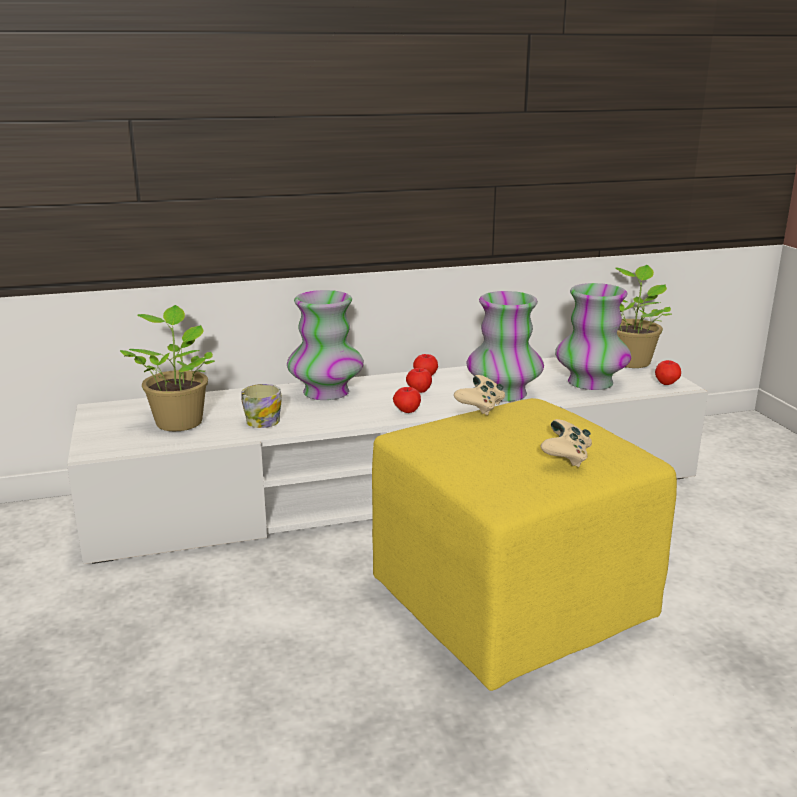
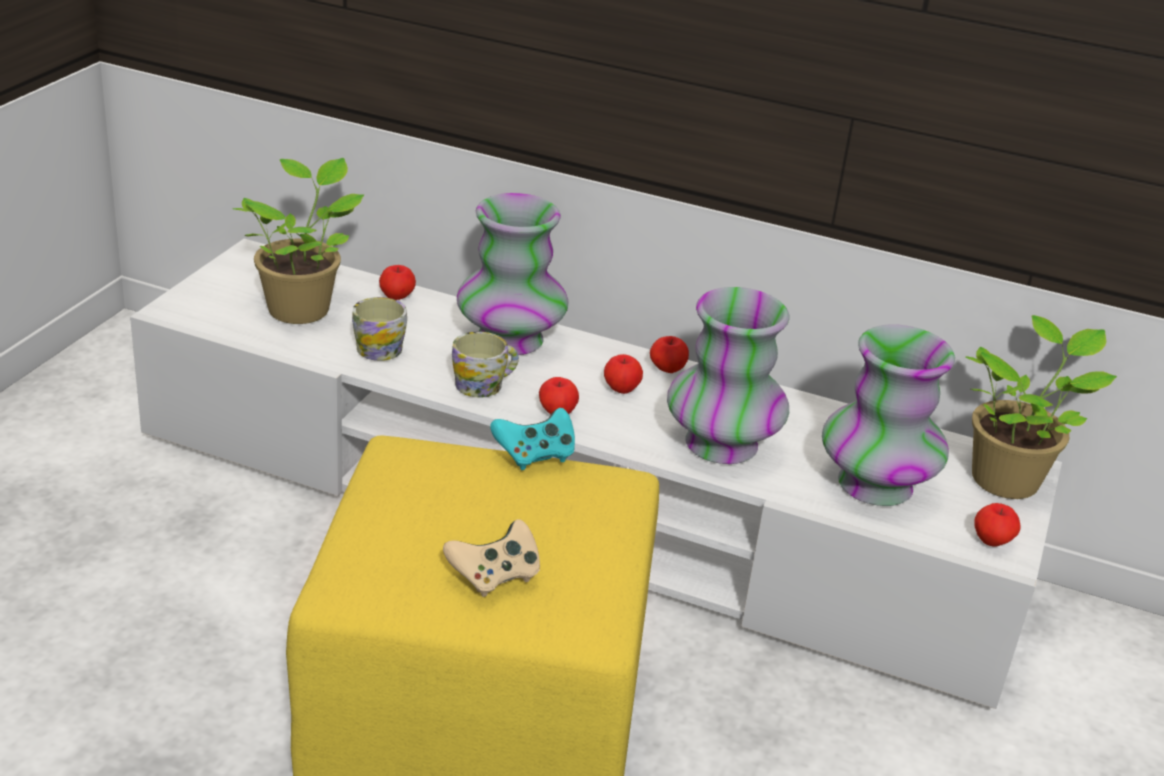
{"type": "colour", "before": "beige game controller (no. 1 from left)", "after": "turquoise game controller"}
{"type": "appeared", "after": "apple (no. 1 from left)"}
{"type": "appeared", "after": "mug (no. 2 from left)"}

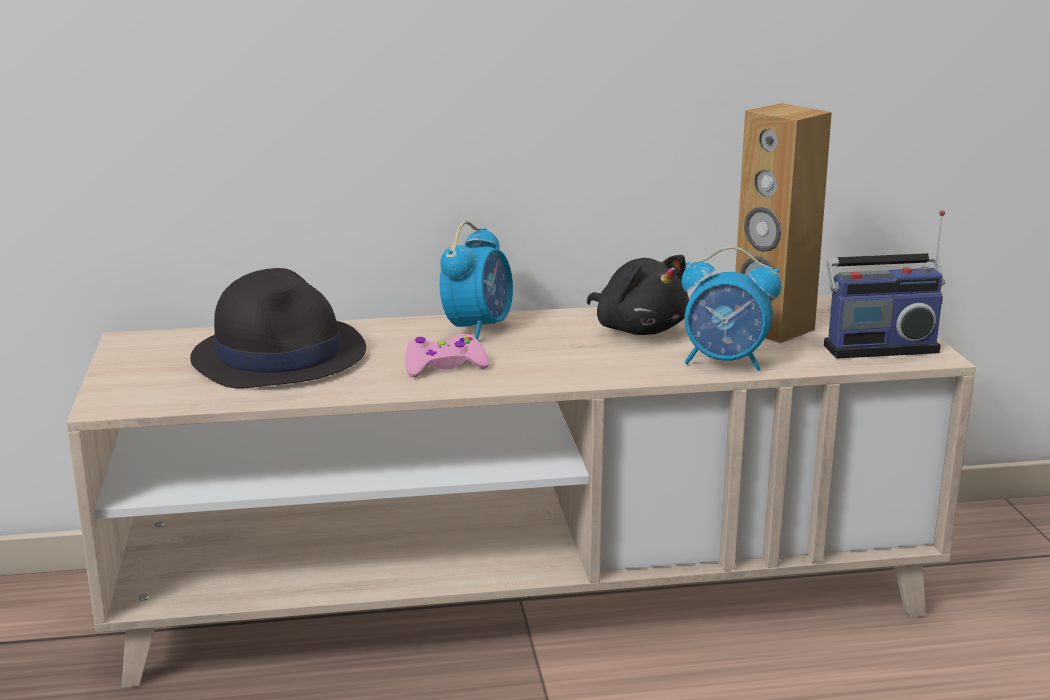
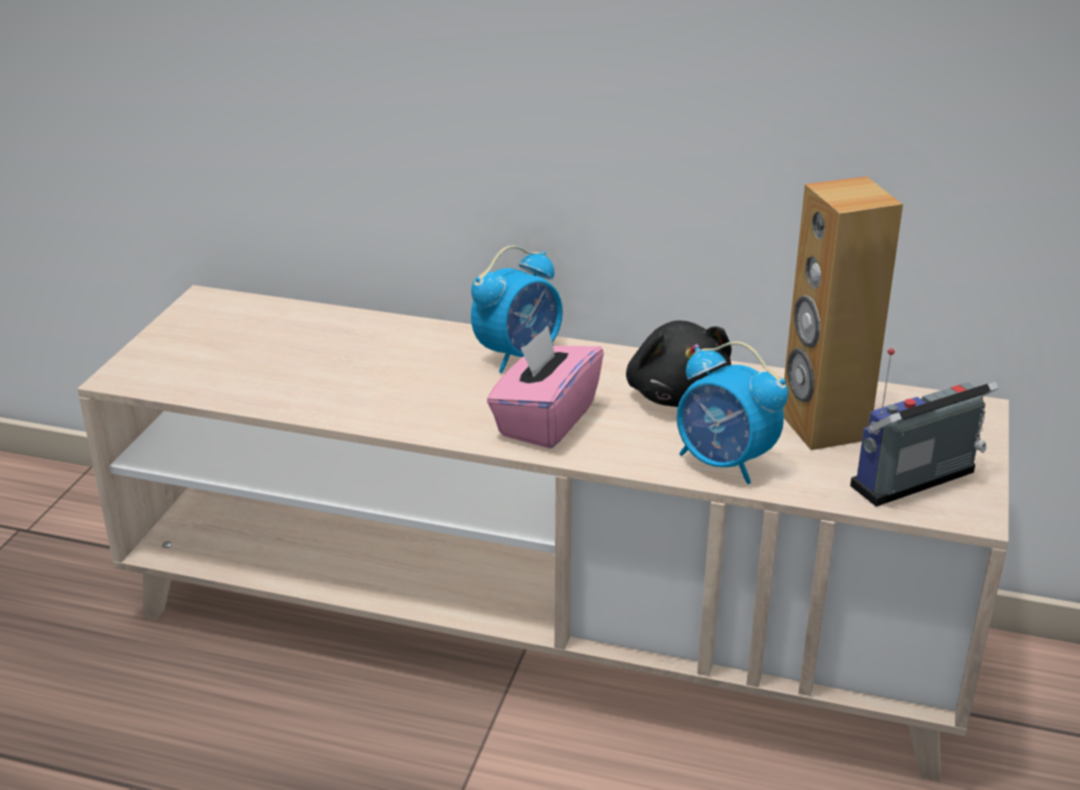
{"type": "missing", "before": "black hat"}
{"type": "missing", "before": "pink game controller"}
{"type": "spun", "before": "radio", "turn": 135}
{"type": "appeared", "after": "pink tissue box"}

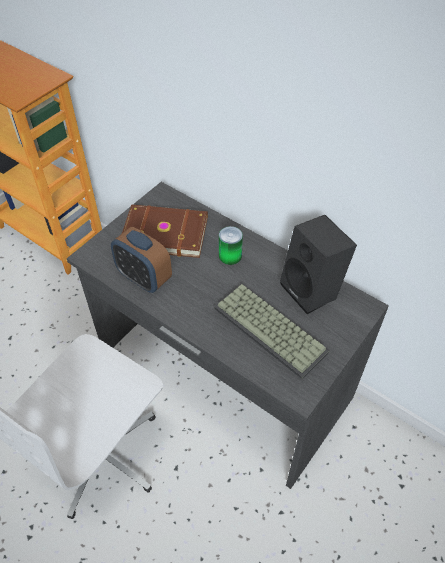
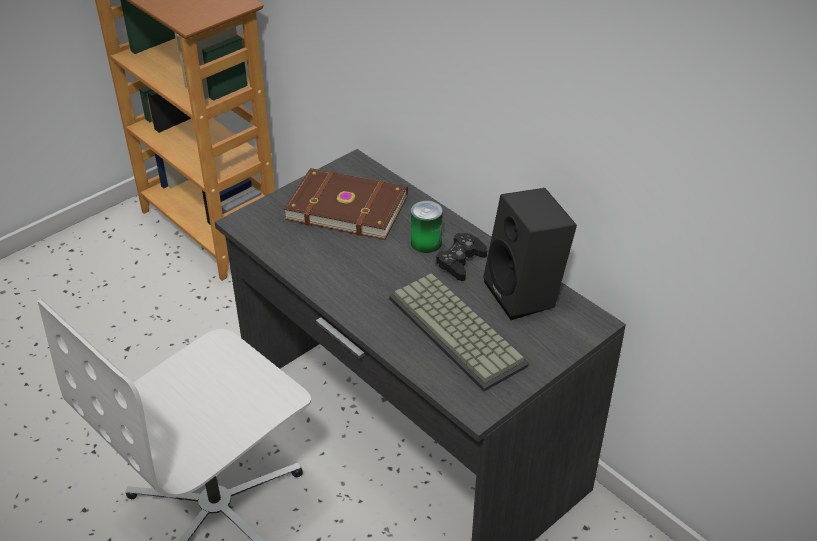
{"type": "missing", "before": "alarm clock"}
{"type": "appeared", "after": "black game controller"}

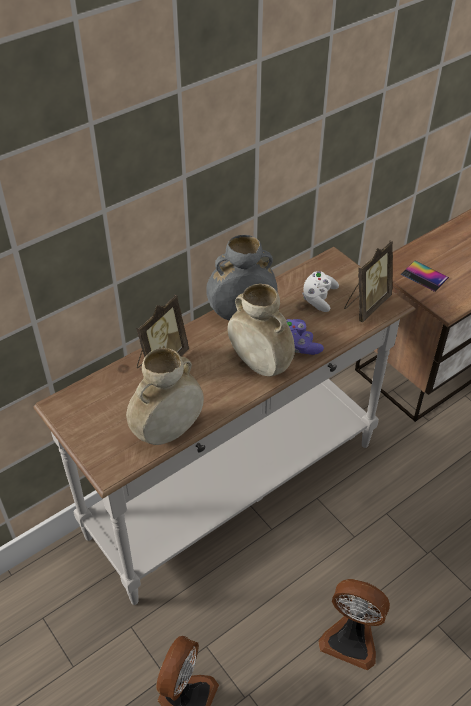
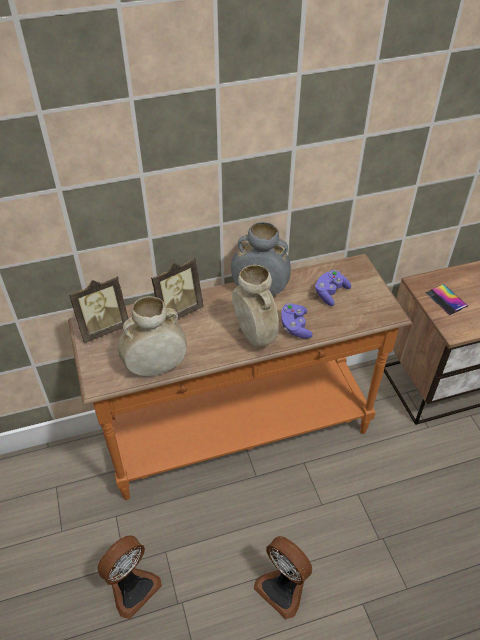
{"type": "colour", "before": "white console table", "after": "orange console table"}
{"type": "colour", "before": "white game controller", "after": "purple game controller (no. 2 from left)"}
{"type": "relocated", "before": "picture frame (no. 2 from left in the first image)", "after": "picture frame (no. 1 from left)"}

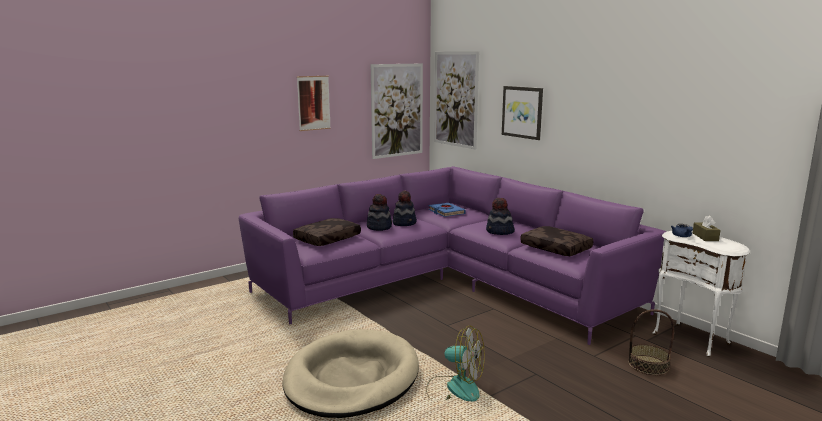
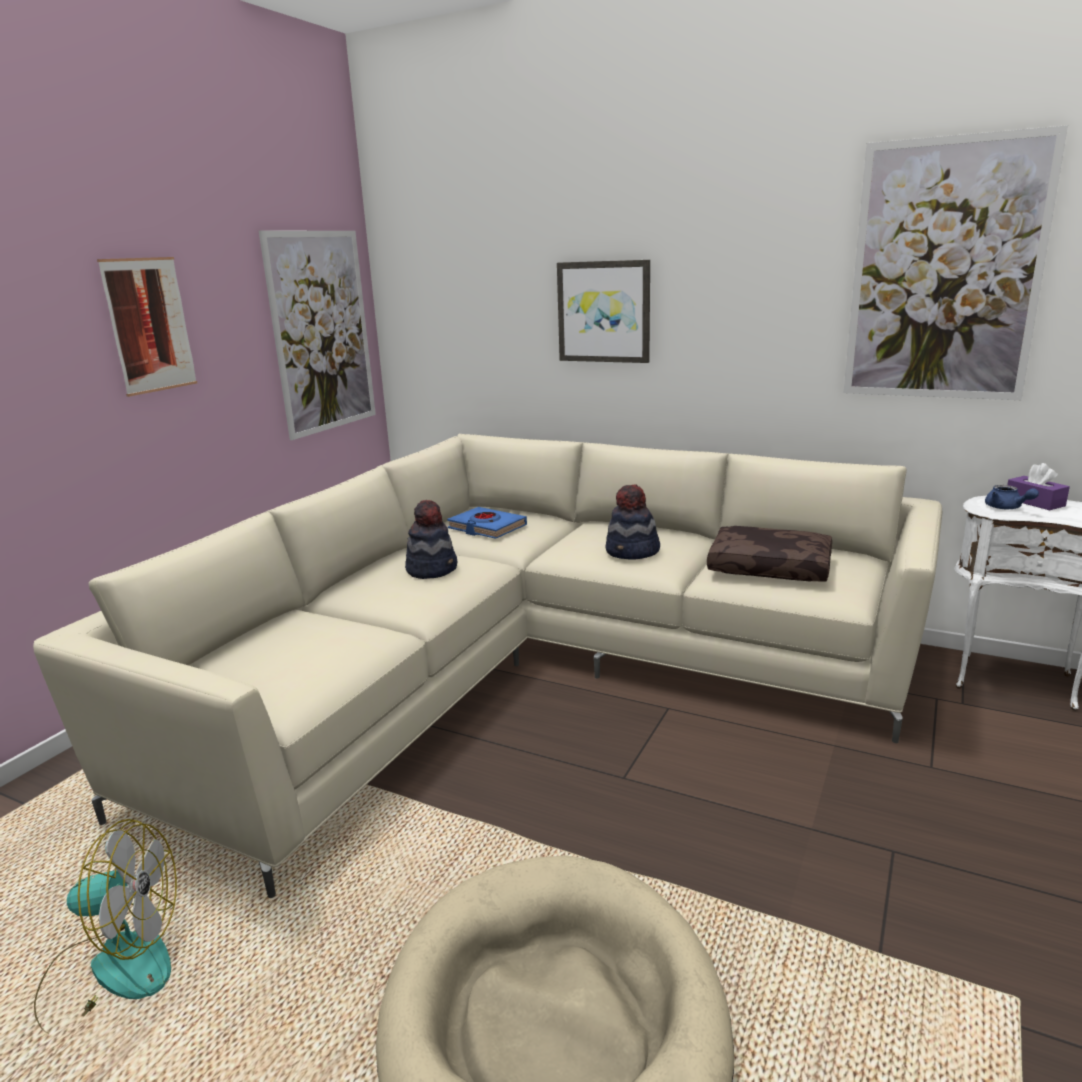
{"type": "colour", "before": "purple sofa", "after": "beige sofa"}
{"type": "missing", "before": "brown pillow (no. 1 from left)"}
{"type": "missing", "before": "hat (no. 1 from left)"}
{"type": "relocated", "before": "fan"}
{"type": "relocated", "before": "picture (no. 3 from left in the first image)", "after": "picture (no. 4 from left)"}
{"type": "missing", "before": "basket"}
{"type": "colour", "before": "brown tissue box", "after": "purple tissue box"}

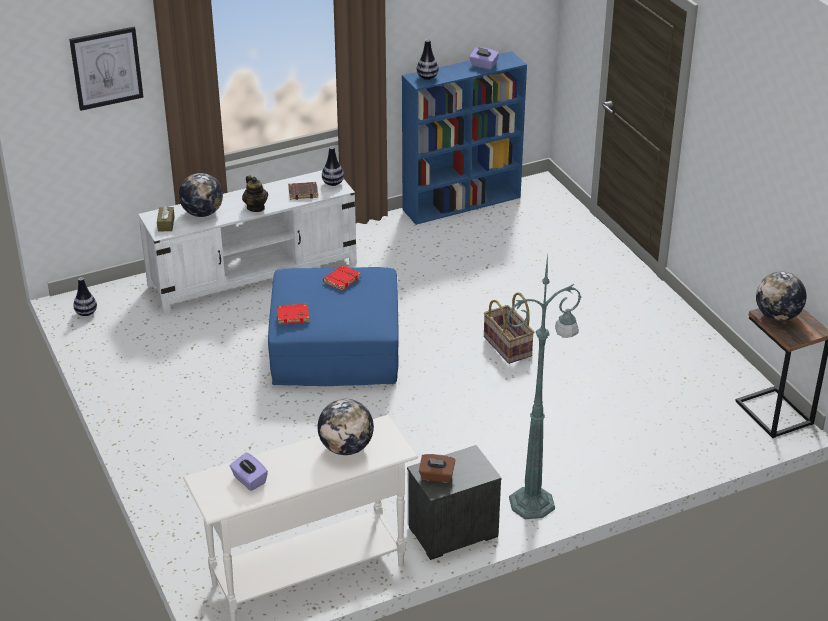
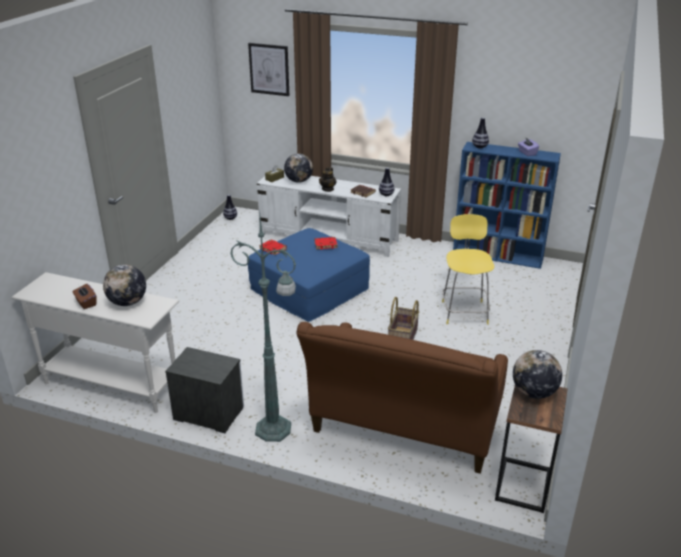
{"type": "missing", "before": "purple tissue box (no. 1 from left)"}
{"type": "relocated", "before": "brown tissue box (no. 2 from left in the first image)", "after": "brown tissue box (no. 1 from left)"}
{"type": "appeared", "after": "brown sofa"}
{"type": "appeared", "after": "yellow stool"}

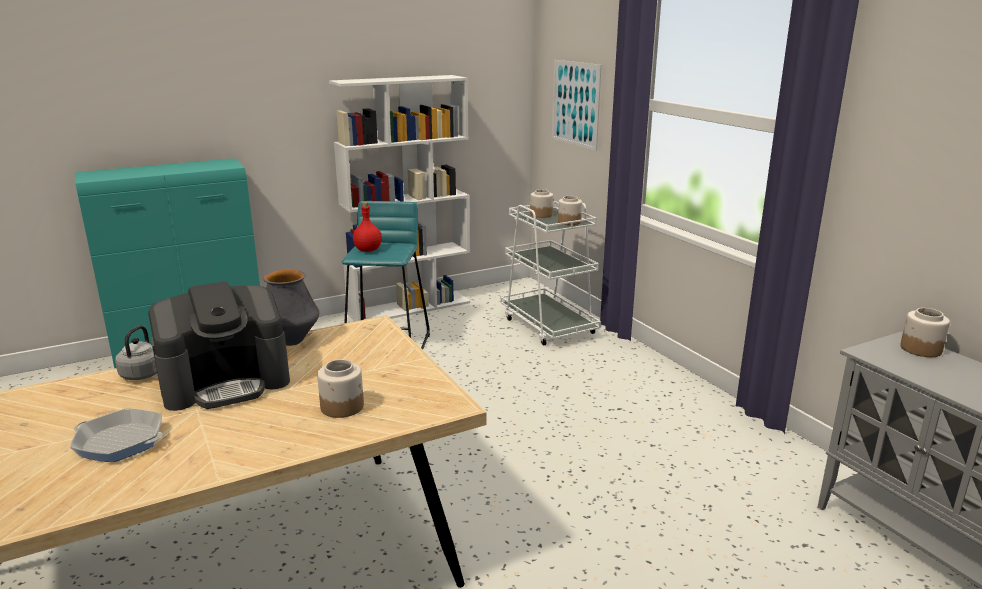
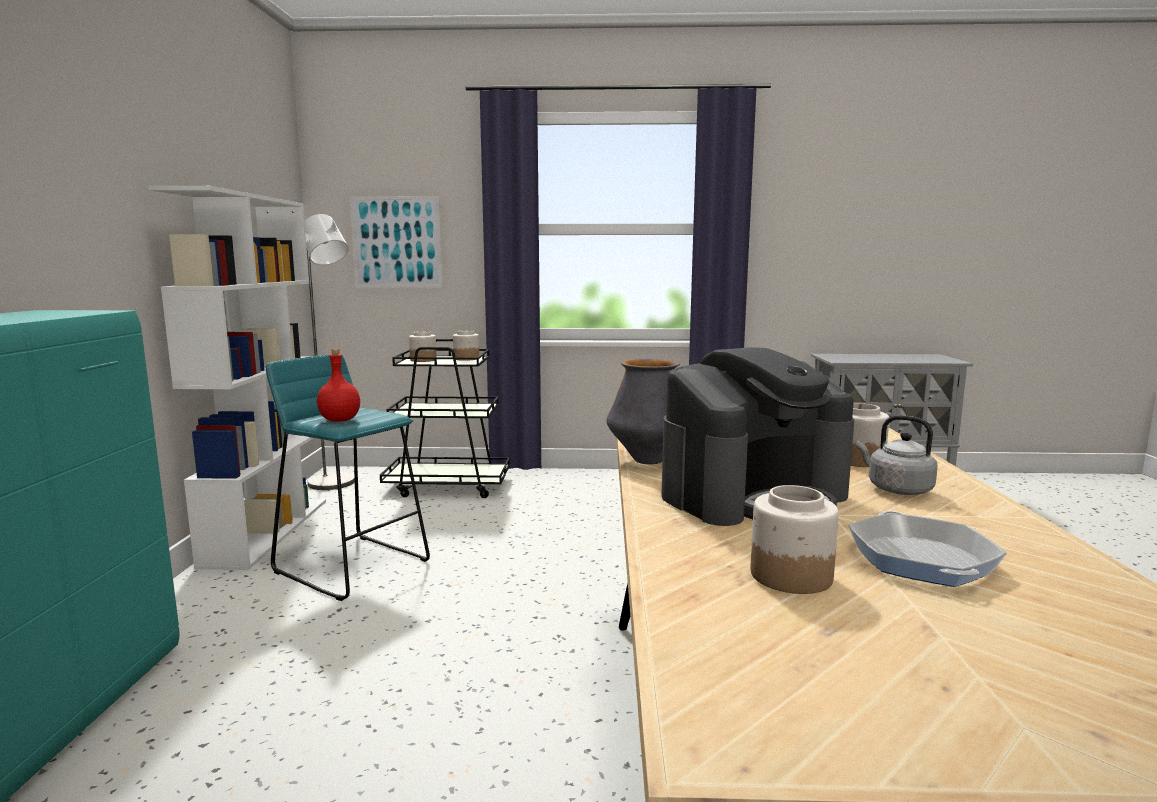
{"type": "spun", "before": "frying pan", "turn": 135}
{"type": "relocated", "before": "grey kettle"}
{"type": "spun", "before": "coffee machine", "turn": 60}
{"type": "colour", "before": "white cart", "after": "black cart"}
{"type": "relocated", "before": "jar (no. 4 from left in the first image)", "after": "jar (no. 3 from left)"}
{"type": "appeared", "after": "grey floor lamp"}

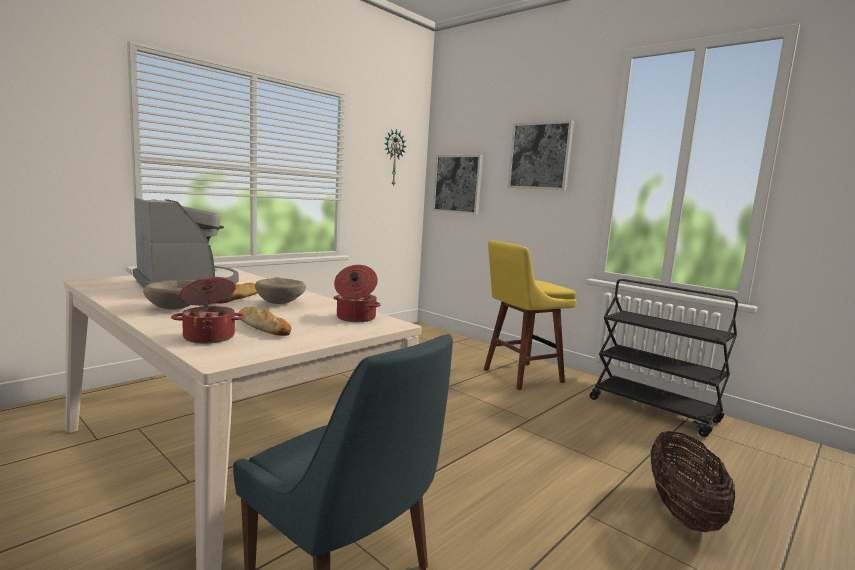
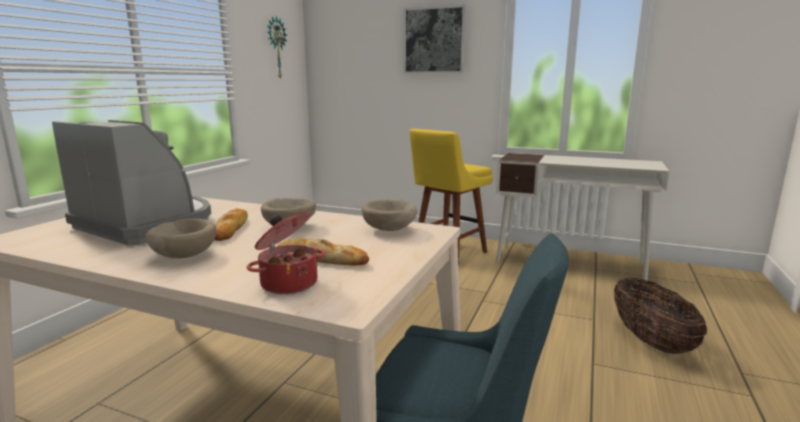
{"type": "exchanged", "before": "cooking pot (no. 2 from left)", "after": "beige bowl (no. 3 from left)"}
{"type": "missing", "before": "picture (no. 1 from left)"}
{"type": "exchanged", "before": "black cart", "after": "white desk"}

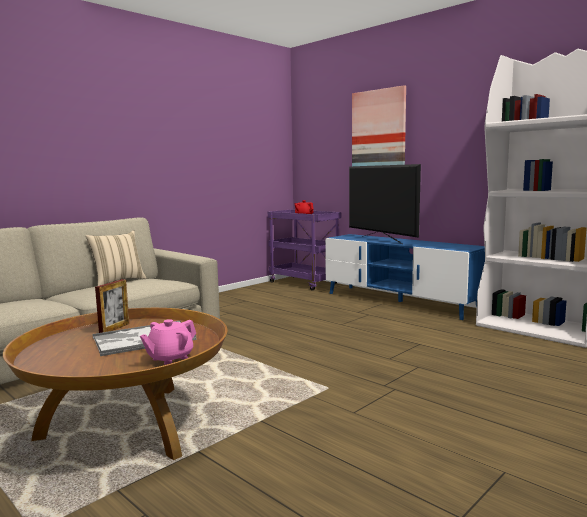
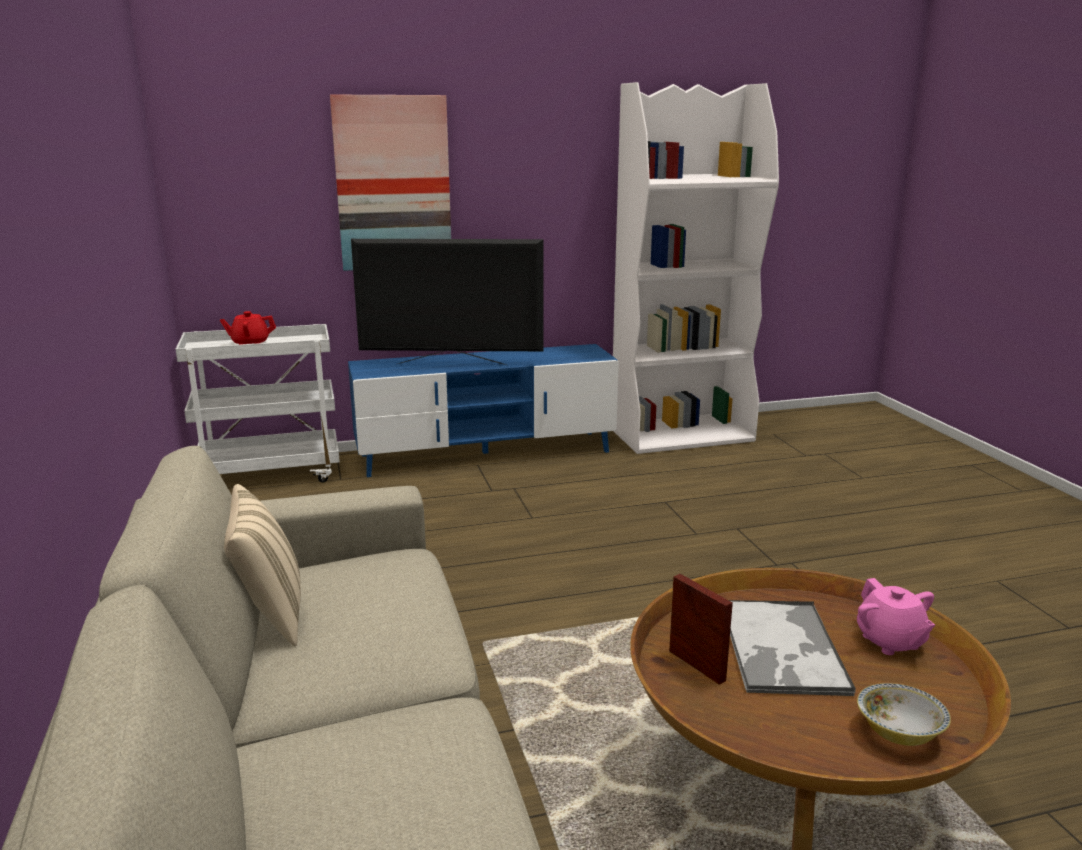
{"type": "colour", "before": "purple cart", "after": "white cart"}
{"type": "appeared", "after": "bowl"}

